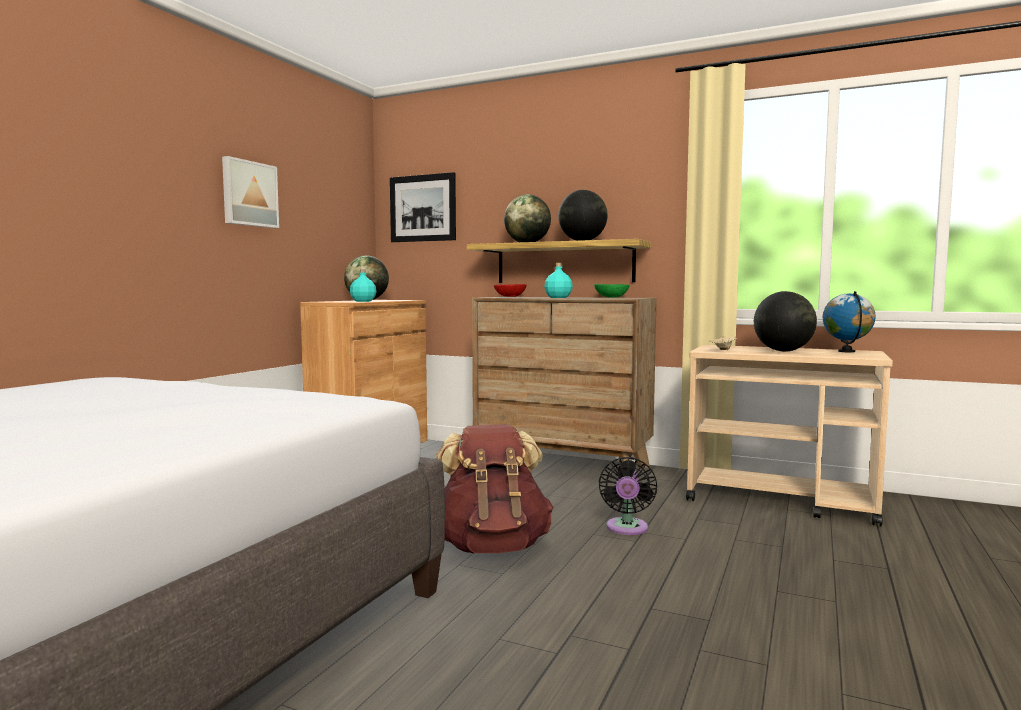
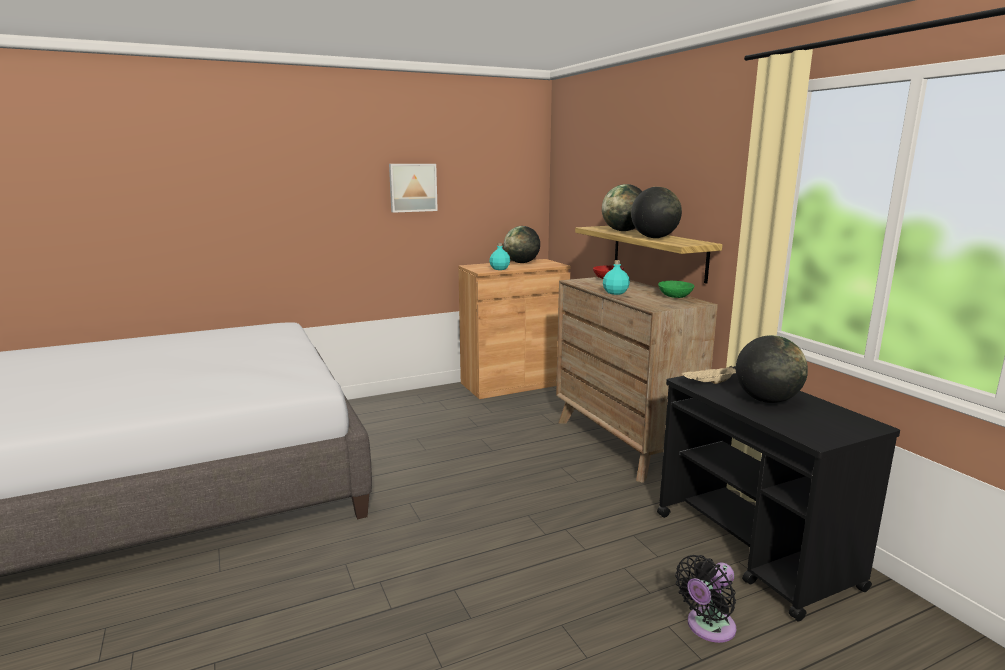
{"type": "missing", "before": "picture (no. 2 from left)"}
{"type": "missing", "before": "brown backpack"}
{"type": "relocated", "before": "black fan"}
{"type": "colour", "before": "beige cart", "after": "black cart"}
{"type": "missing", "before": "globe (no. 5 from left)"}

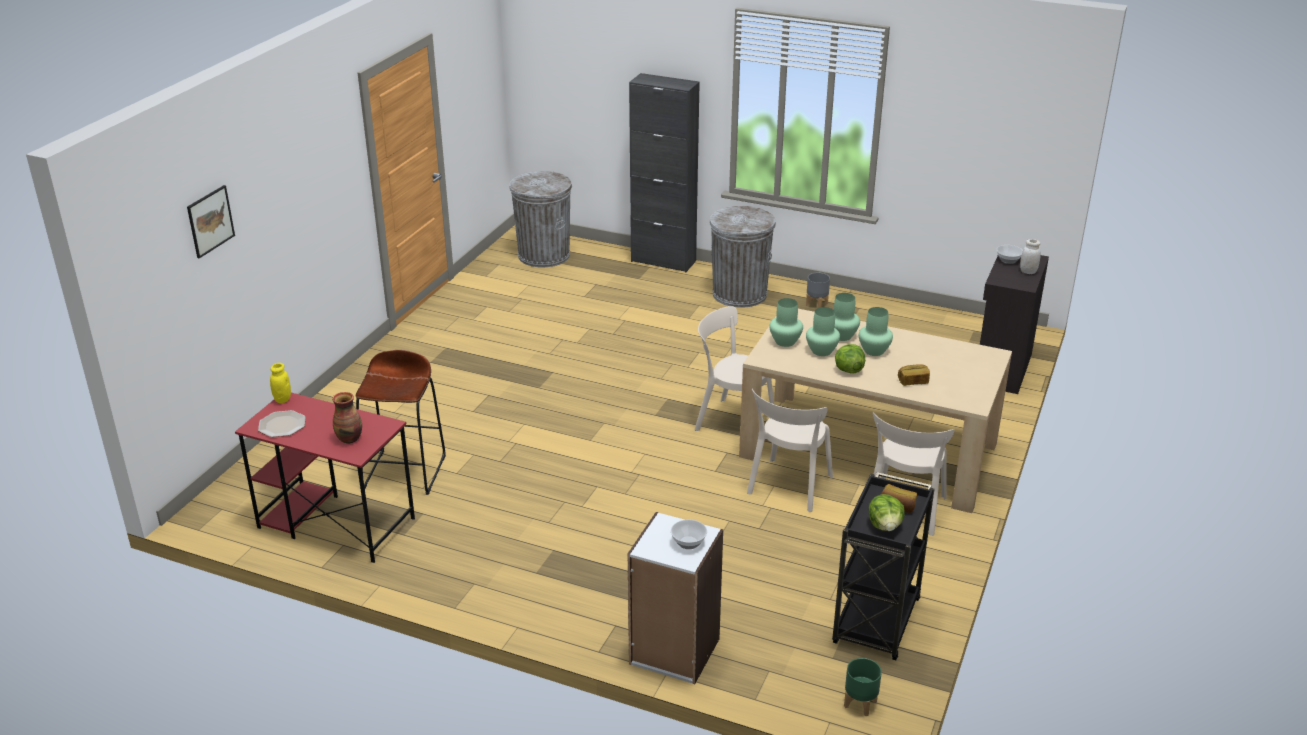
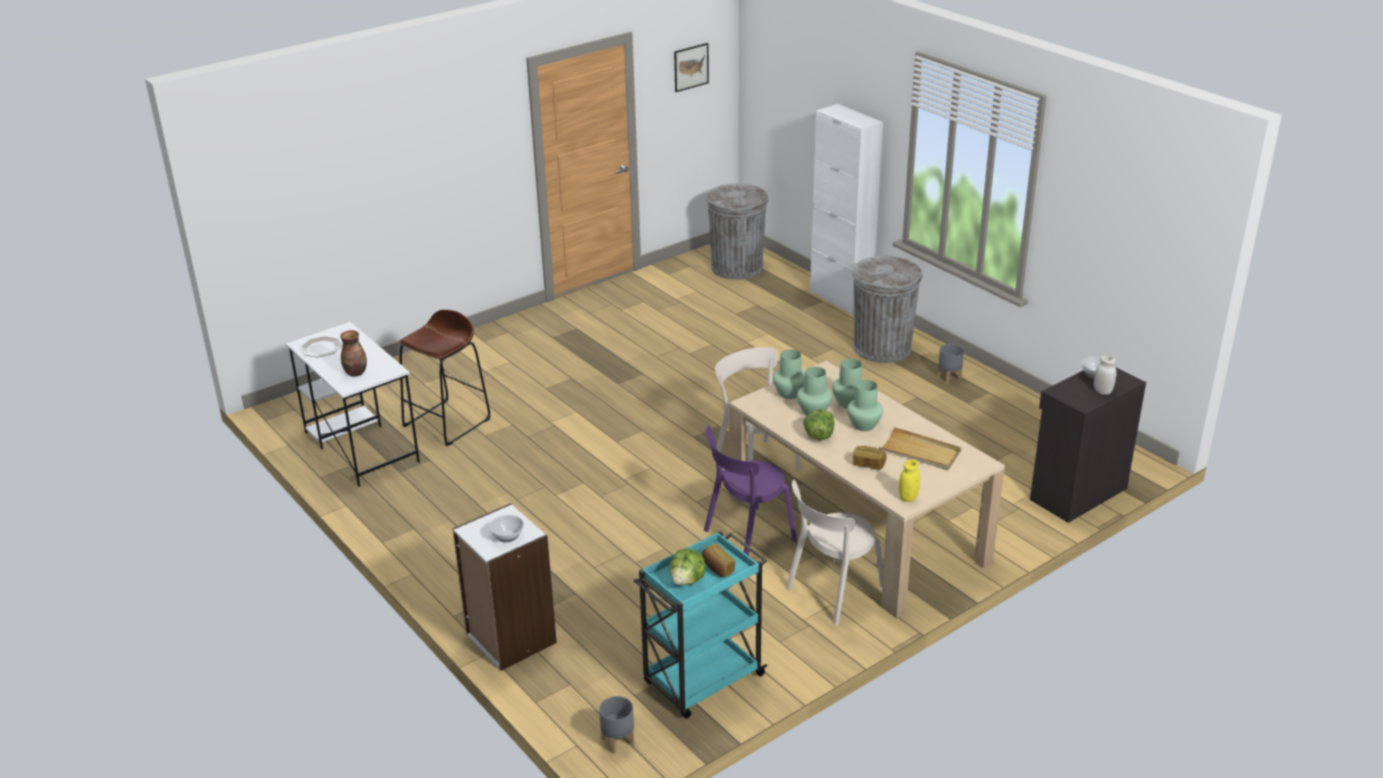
{"type": "relocated", "before": "picture"}
{"type": "colour", "before": "red desk", "after": "white desk"}
{"type": "relocated", "before": "yellow jar"}
{"type": "colour", "before": "black cabinet (no. 1 from left)", "after": "white cabinet"}
{"type": "colour", "before": "beige chair (no. 2 from left)", "after": "purple chair"}
{"type": "colour", "before": "black cart", "after": "turquoise cart"}
{"type": "colour", "before": "green planter", "after": "grey planter (no. 1 from left)"}
{"type": "appeared", "after": "beige tray"}

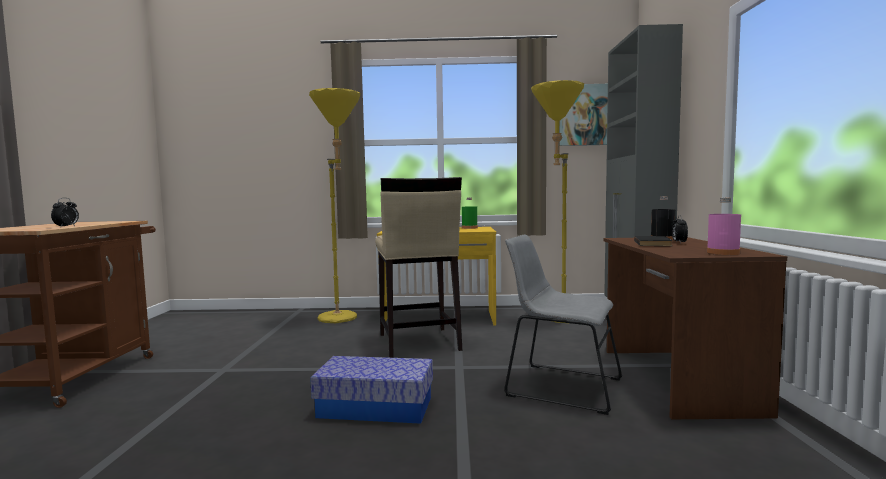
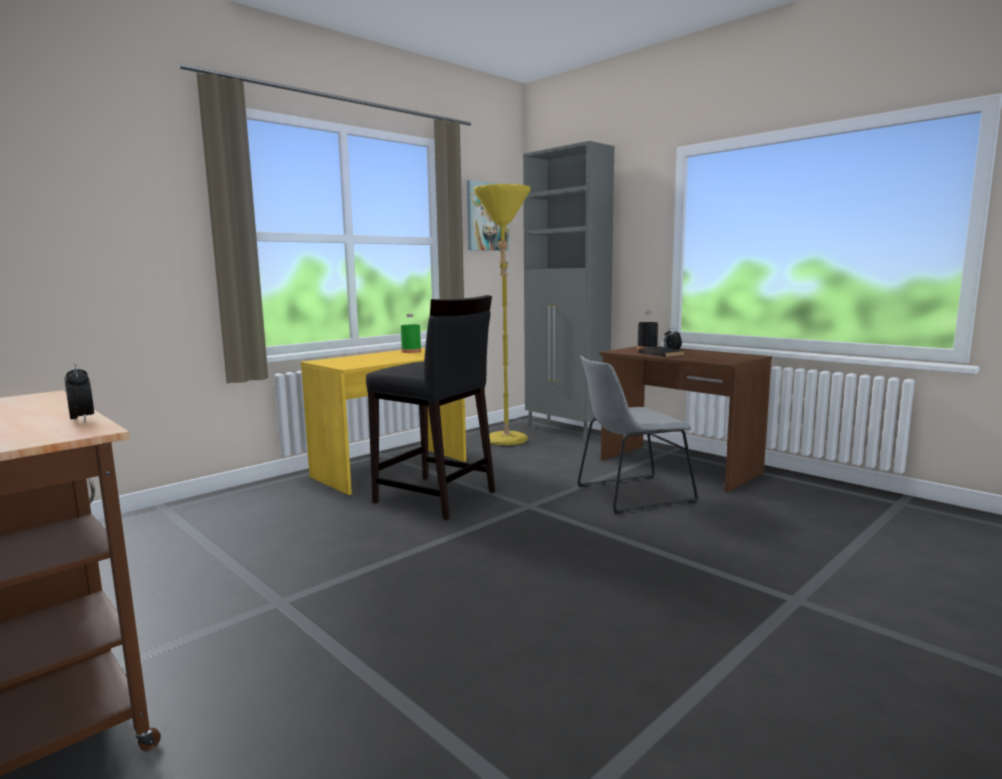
{"type": "missing", "before": "yellow floor lamp (no. 1 from left)"}
{"type": "missing", "before": "storage box"}
{"type": "colour", "before": "beige stool", "after": "black stool"}
{"type": "missing", "before": "pink bottle"}

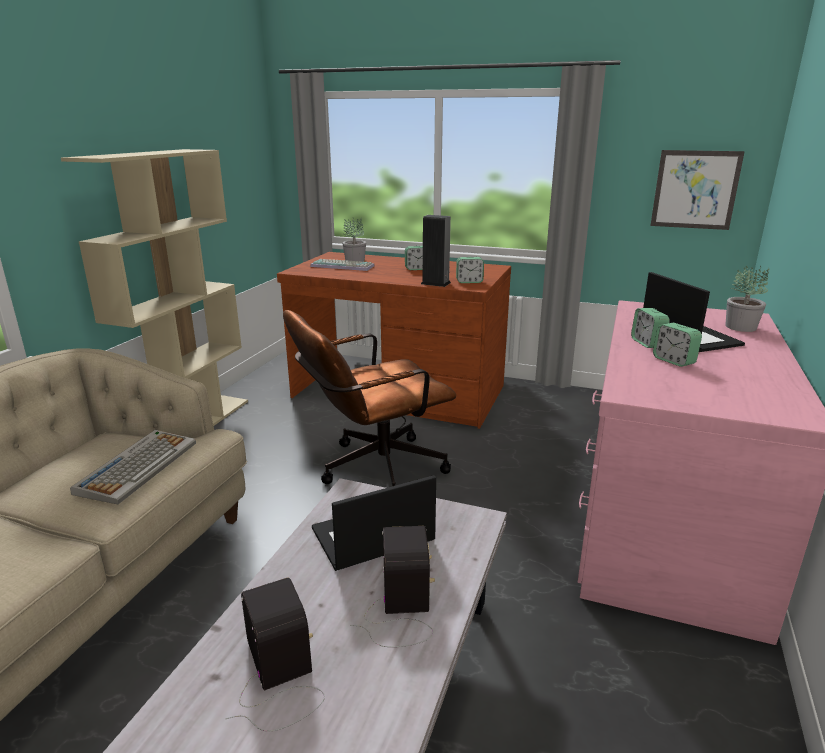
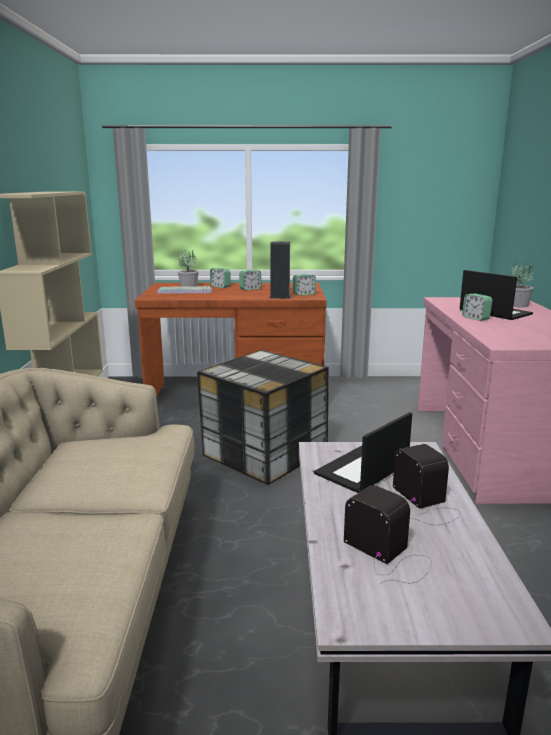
{"type": "missing", "before": "keyboard (no. 1 from left)"}
{"type": "exchanged", "before": "brown office chair", "after": "storage box"}
{"type": "missing", "before": "picture"}
{"type": "relocated", "before": "alarm clock (no. 4 from left in the first image)", "after": "alarm clock (no. 1 from left)"}

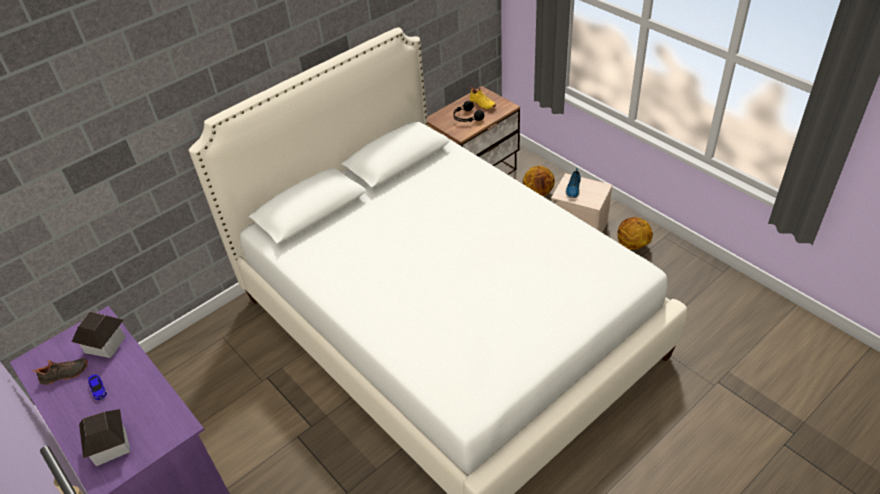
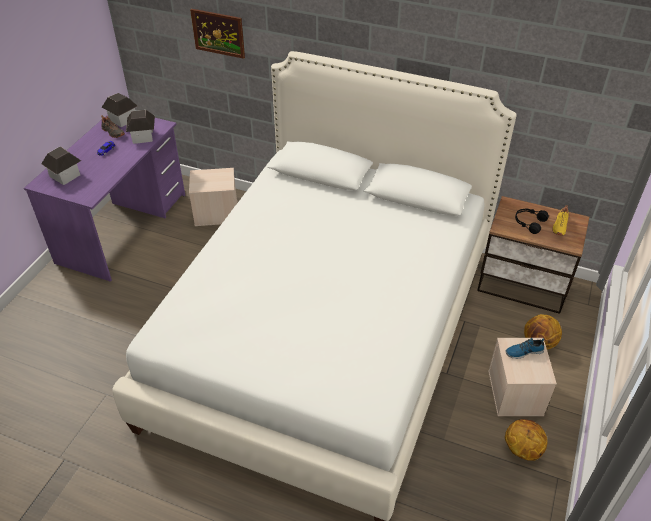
{"type": "appeared", "after": "toy house (no. 2 from left)"}
{"type": "appeared", "after": "beige storage box (no. 1 from left)"}
{"type": "appeared", "after": "picture"}

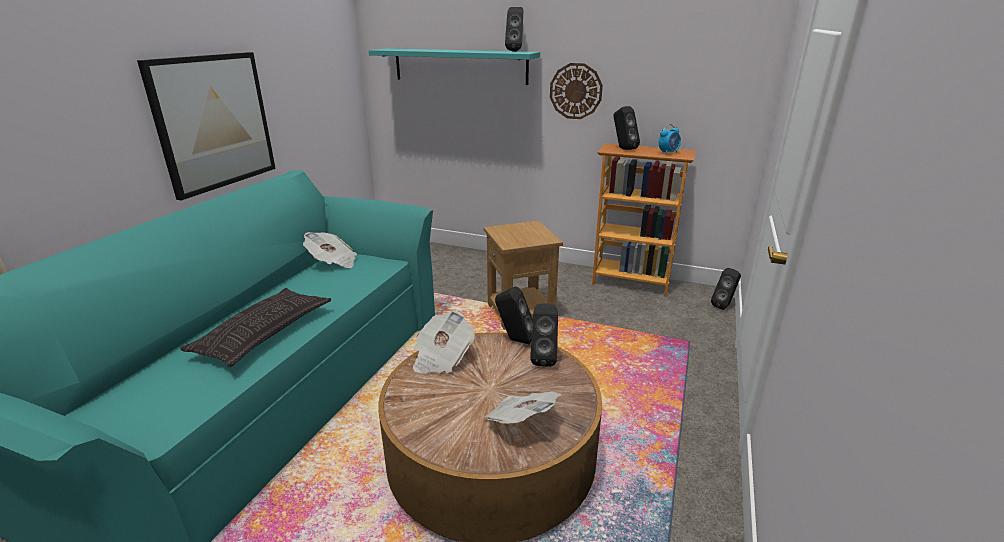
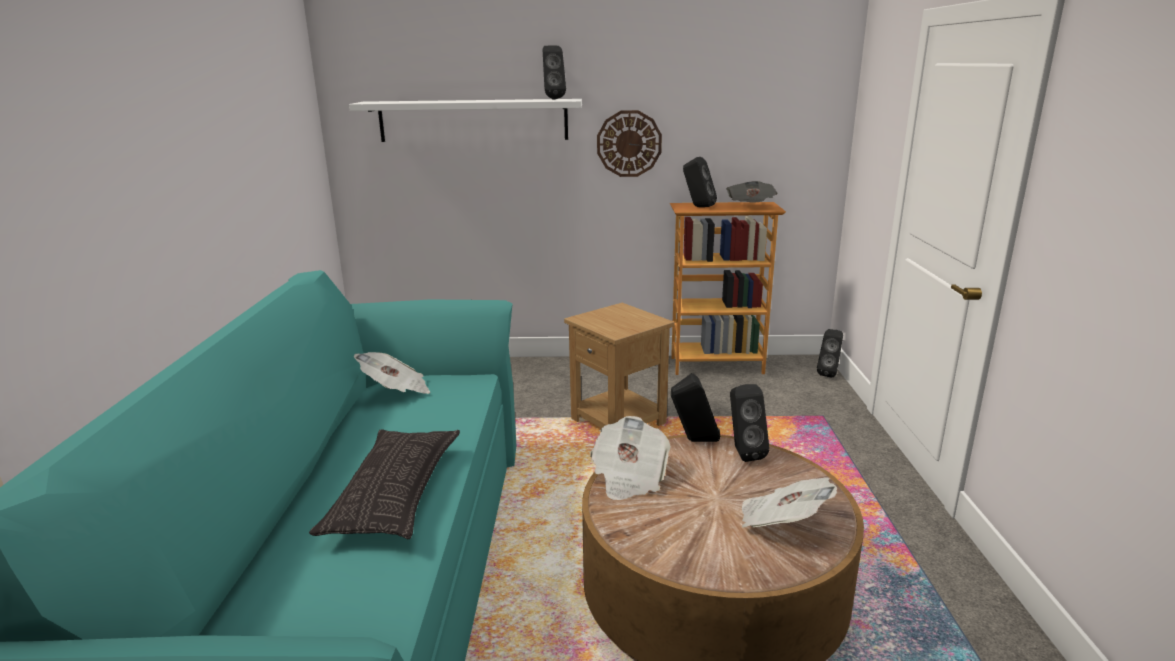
{"type": "missing", "before": "picture"}
{"type": "colour", "before": "turquoise shelf", "after": "white shelf"}
{"type": "exchanged", "before": "alarm clock", "after": "newspaper (no. 3 from left)"}

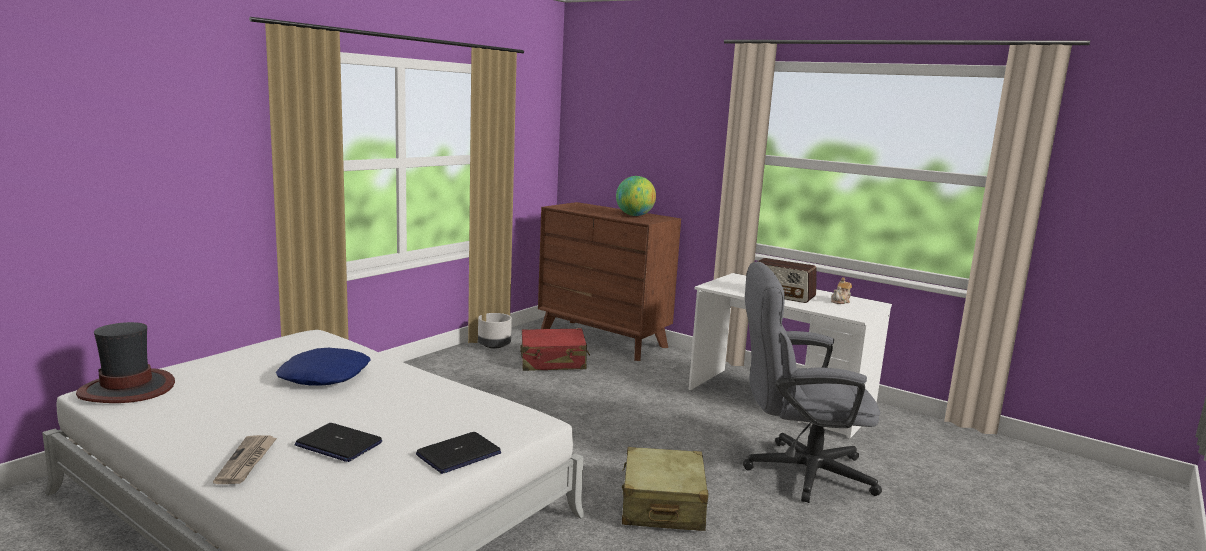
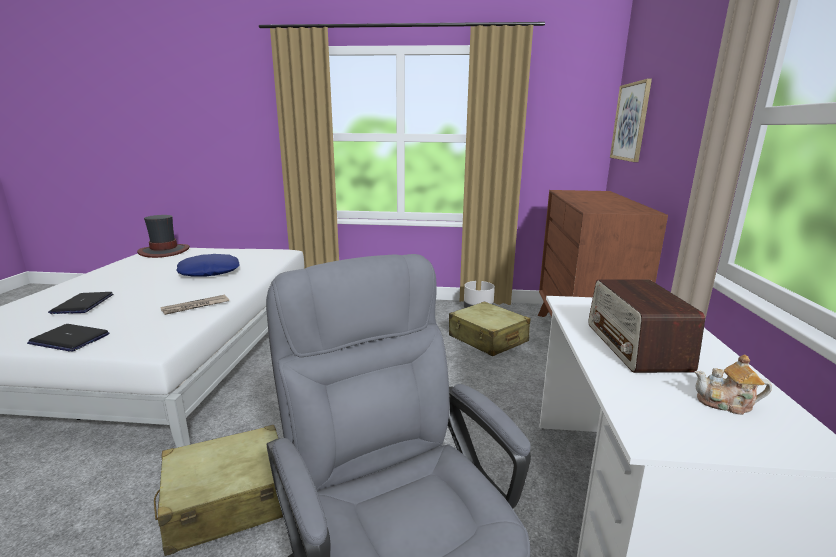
{"type": "relocated", "before": "newspaper"}
{"type": "colour", "before": "red suitcase", "after": "beige suitcase (no. 2 from left)"}
{"type": "missing", "before": "globe"}
{"type": "appeared", "after": "picture"}

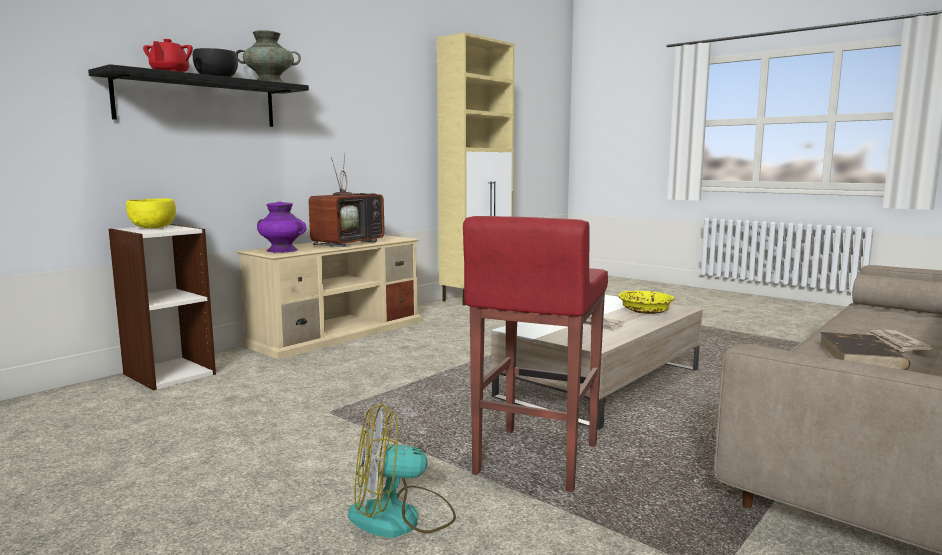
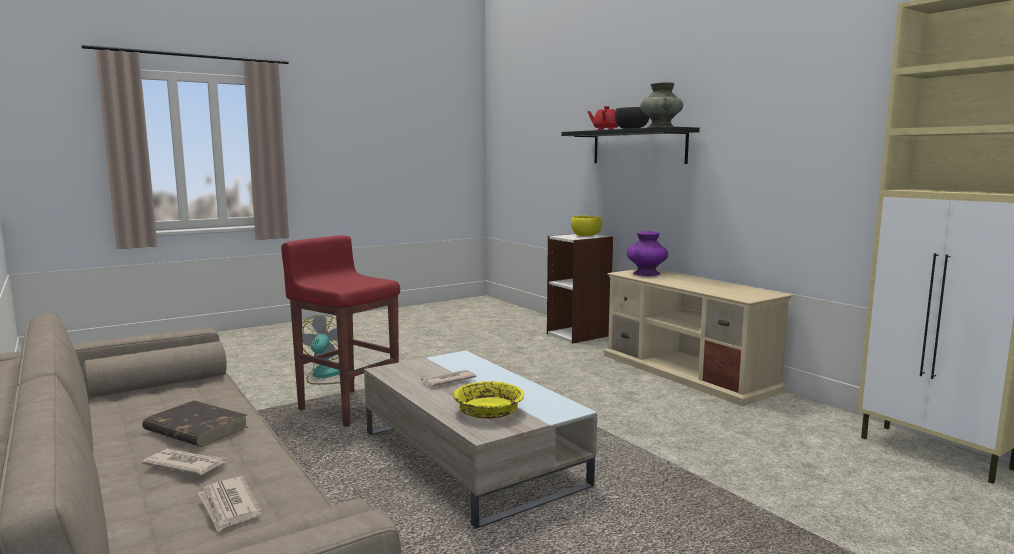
{"type": "missing", "before": "television"}
{"type": "appeared", "after": "newspaper (no. 2 from left)"}

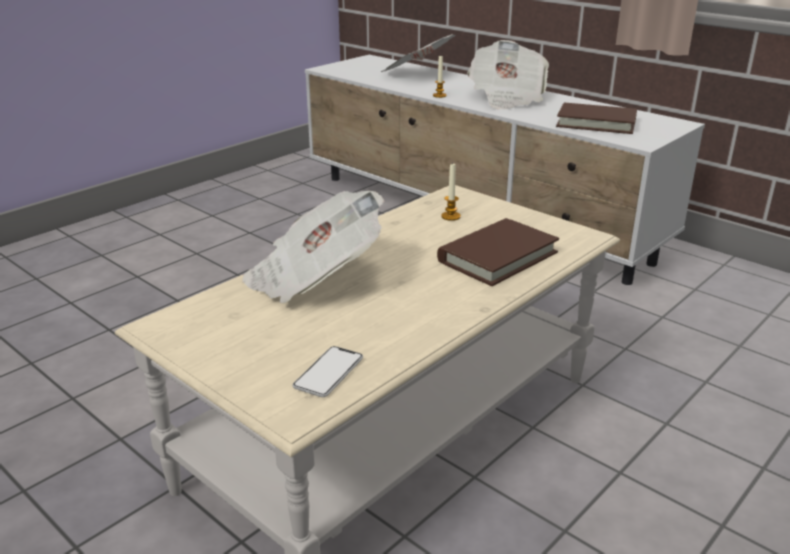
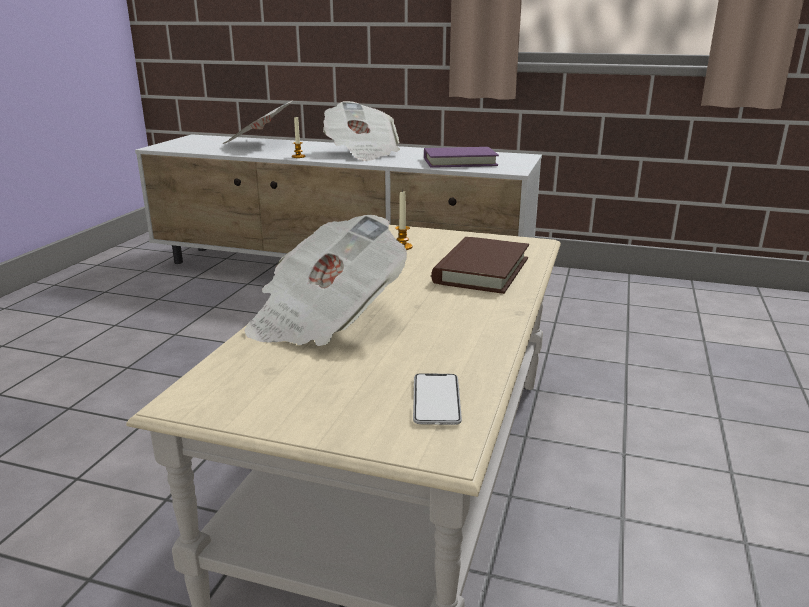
{"type": "colour", "before": "brown book (no. 2 from left)", "after": "purple book"}

